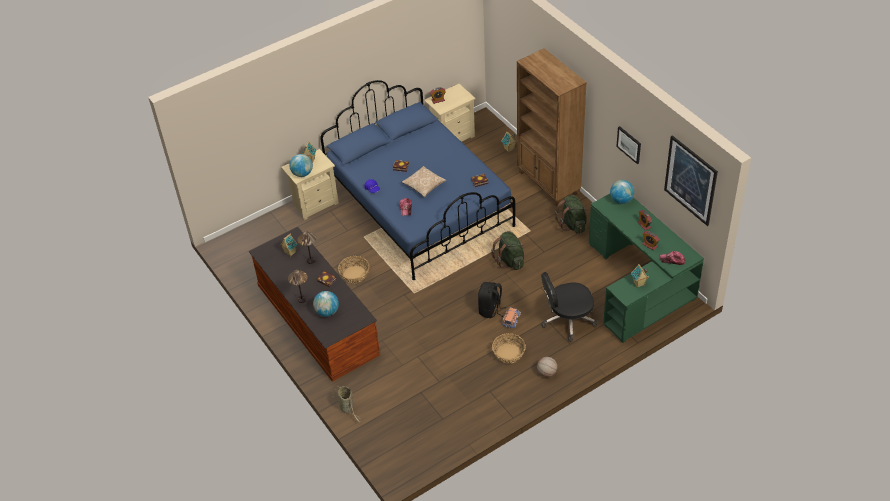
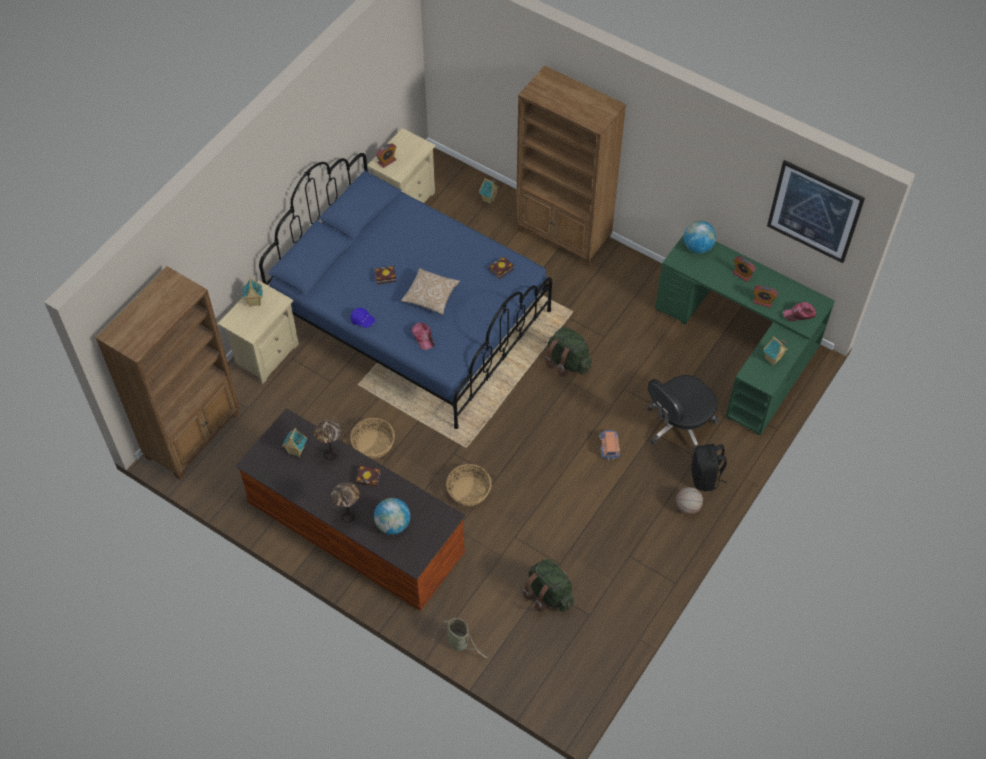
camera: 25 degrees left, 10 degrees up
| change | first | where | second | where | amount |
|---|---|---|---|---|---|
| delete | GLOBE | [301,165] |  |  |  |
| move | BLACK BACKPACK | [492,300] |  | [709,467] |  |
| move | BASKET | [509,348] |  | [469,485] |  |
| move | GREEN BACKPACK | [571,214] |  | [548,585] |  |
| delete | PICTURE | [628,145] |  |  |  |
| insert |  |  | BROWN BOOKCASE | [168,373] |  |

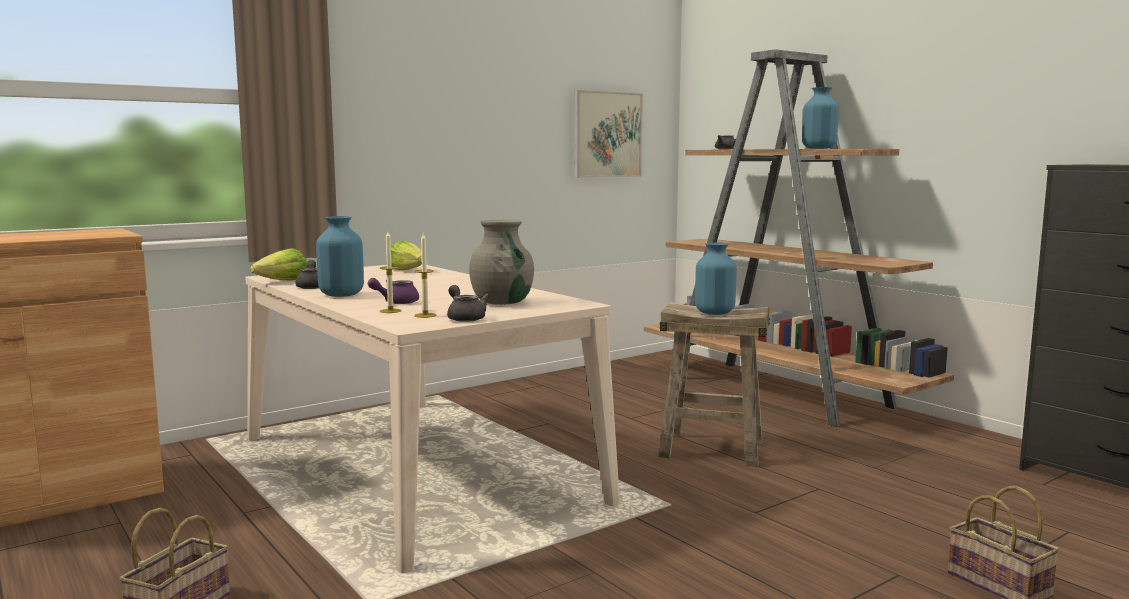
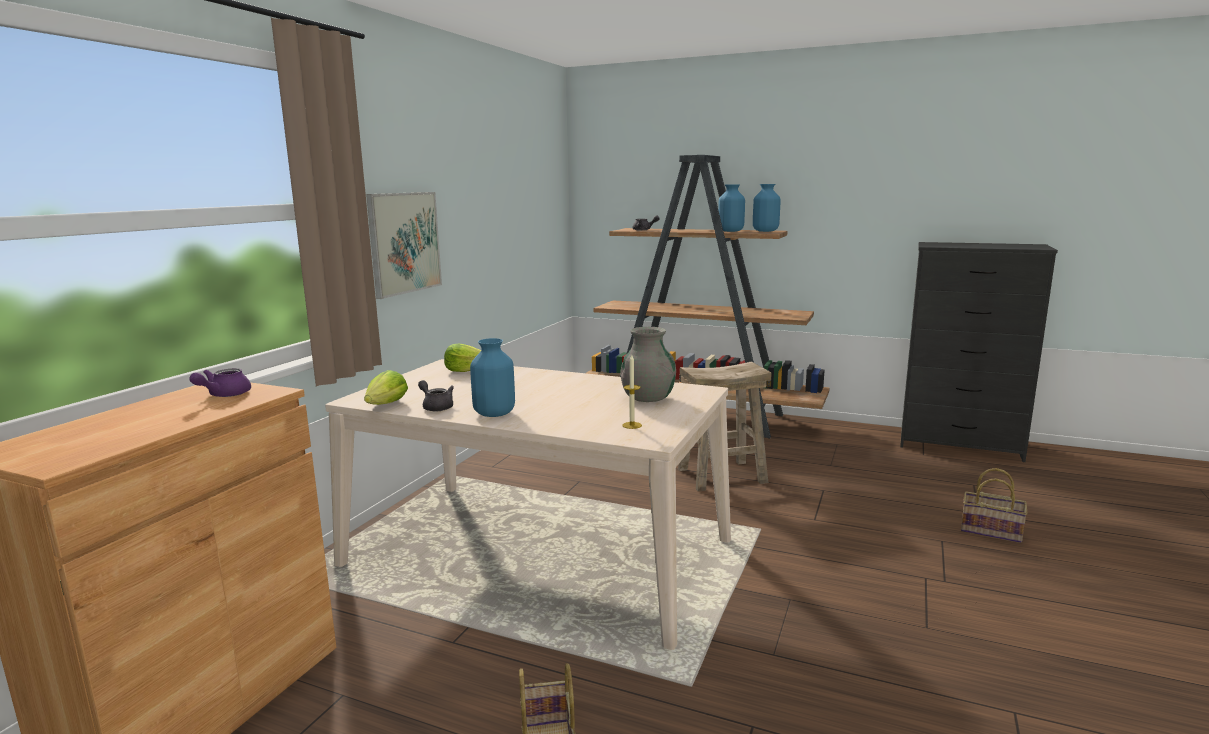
camera: 30 degrees left, 5 degrees up
| change | first | where | second | where | amount |
|---|---|---|---|---|---|
| move | PURPLE TEAPOT | [393,291] |  | [220,382] |  |
| delete | CANDLE | [391,272] |  |  |  |
| delete | GREY TEAPOT | [468,303] |  |  |  |
| move | PICTURE | [608,134] |  | [404,245] |  |
| move | BLUE VASE | [716,278] |  | [767,208] |  |

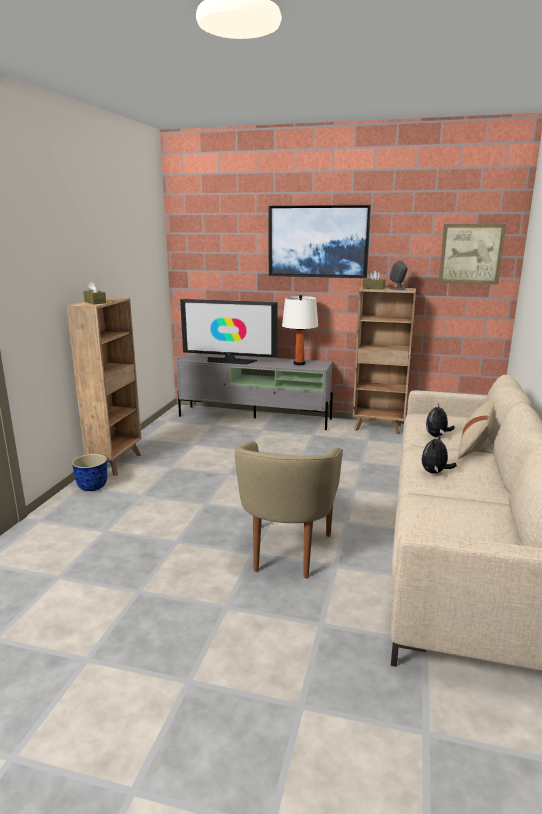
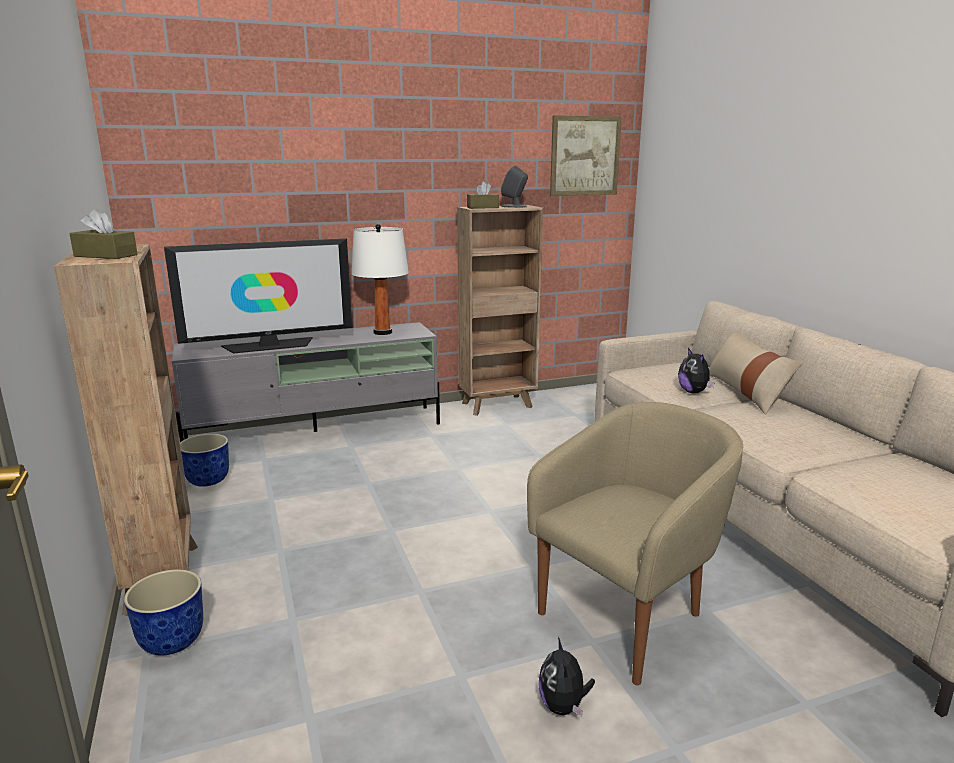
camera: 35 degrees left, 0 degrees up
| change | first | where | second | where | amount |
|---|---|---|---|---|---|
| rotate | BEIGE ARMCHAIR | [289,509] |  | [635,543] | 105 degrees counterclockwise |
| delete | PICTURE | [320,241] |  |  |  |
| move | PLUSH TOY | [439,454] |  | [566,677] |  |
| insert |  |  | PLANTER | [204,460] |  |

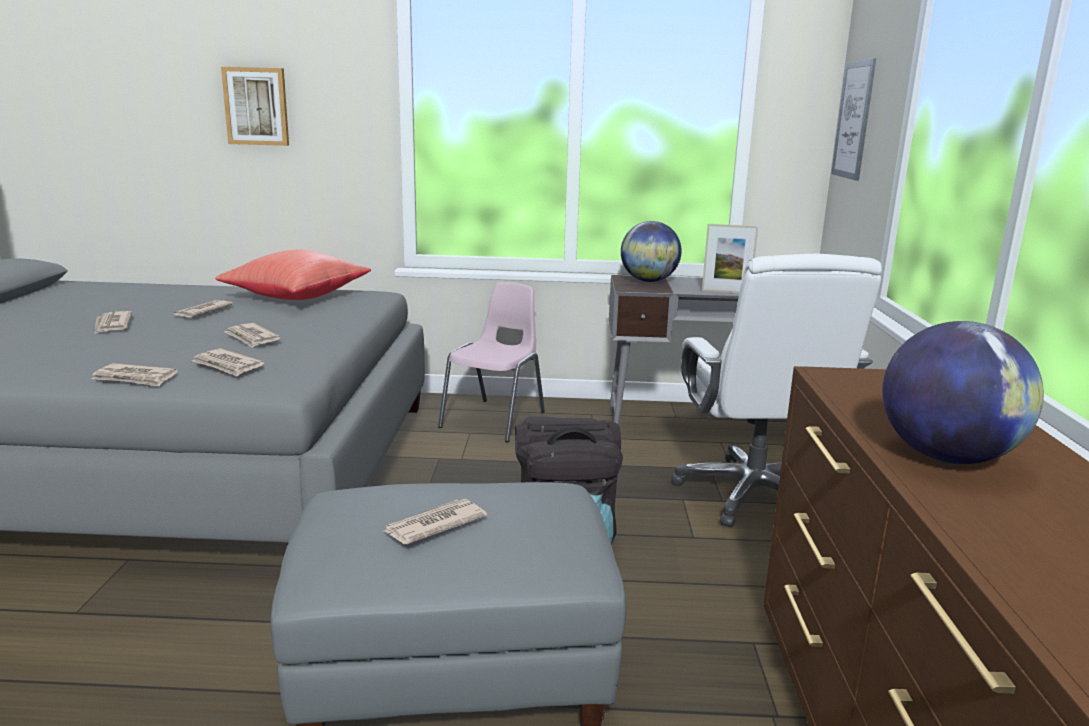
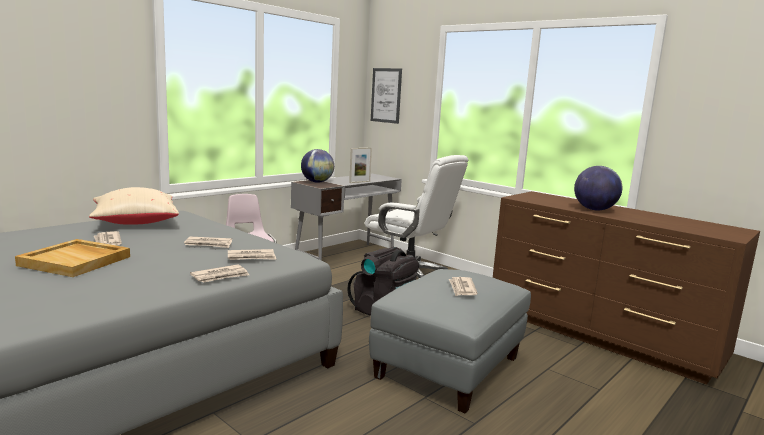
camera: 50 degrees left, 5 degrees down
| change | first | where | second | where | amount |
|---|---|---|---|---|---|
| replace | NEWSPAPER | [113,322] | BEIGE TRAY | [72,258] |  |
| recolor | RED PILLOW | [293,275] | BEIGE PILLOW | [134,206] |  |
| delete | PICTURE | [255,106] |  |  |  |

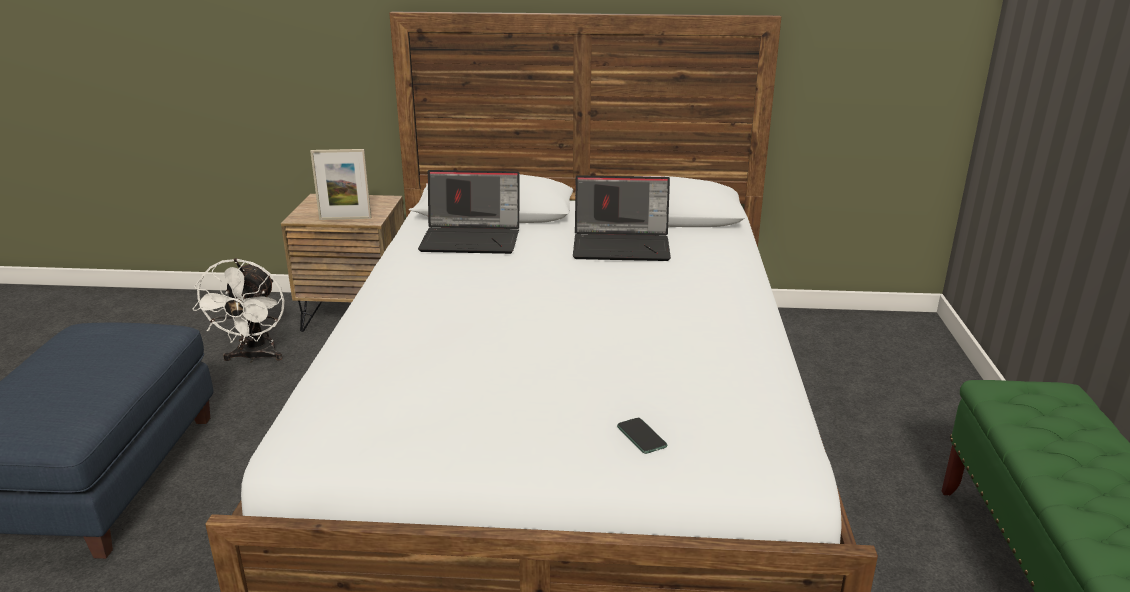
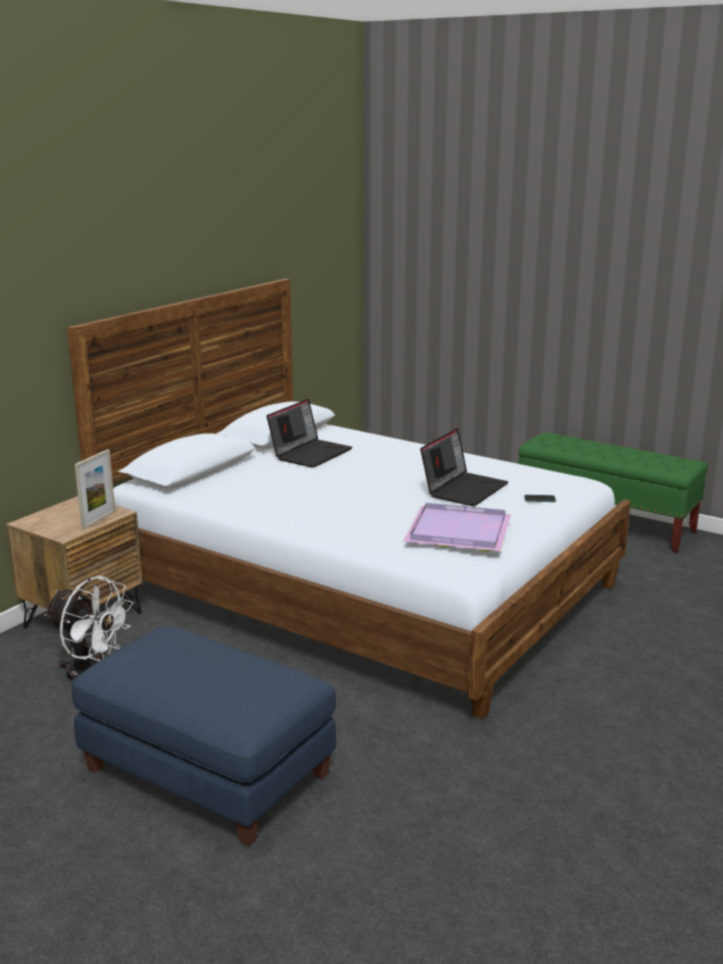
camera: 60 degrees left, 5 degrees down
| change | first | where | second | where | amount |
|---|---|---|---|---|---|
| move | LAPTOP | [469,212] |  | [464,467] |  |
| insert |  |  | PURPLE TRAY | [457,527] |  |

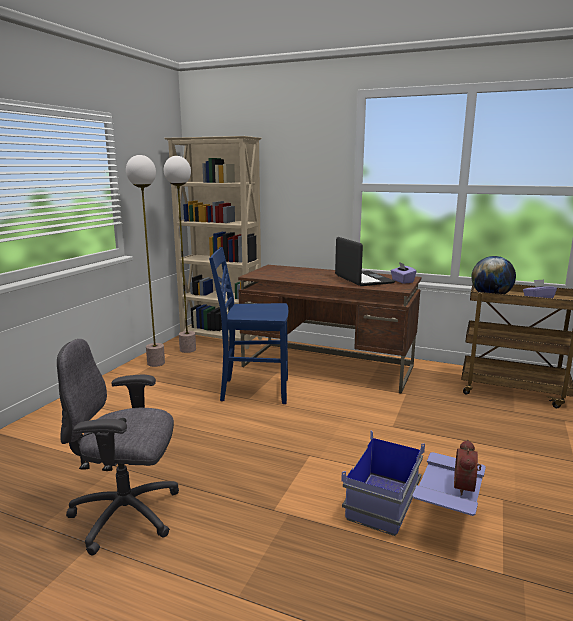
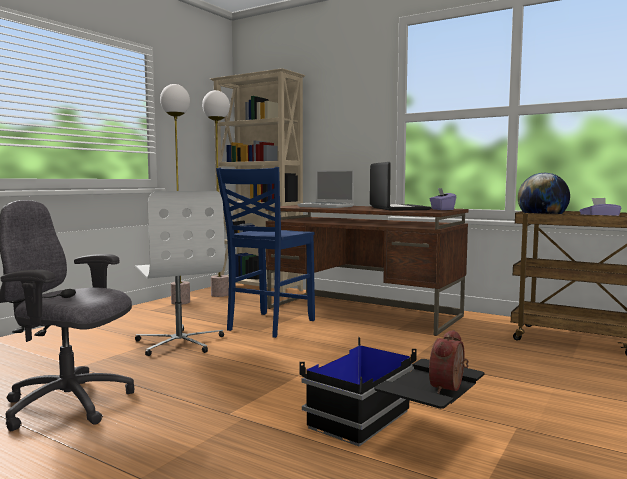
camera: 10 degrees right, 10 degrees down
| change | first | where | second | where | amount |
|---|---|---|---|---|---|
| rotate | BLUE CHAIR | [248,325] |  | [265,252] | 75 degrees counterclockwise |
| recolor | BLUE STORAGE BOX | [413,483] | BLACK STORAGE BOX | [392,391] |  |
| insert |  |  | WHITE OFFICE CHAIR | [180,273] |  |
| insert |  |  | LAPTOP | [326,189] |  |

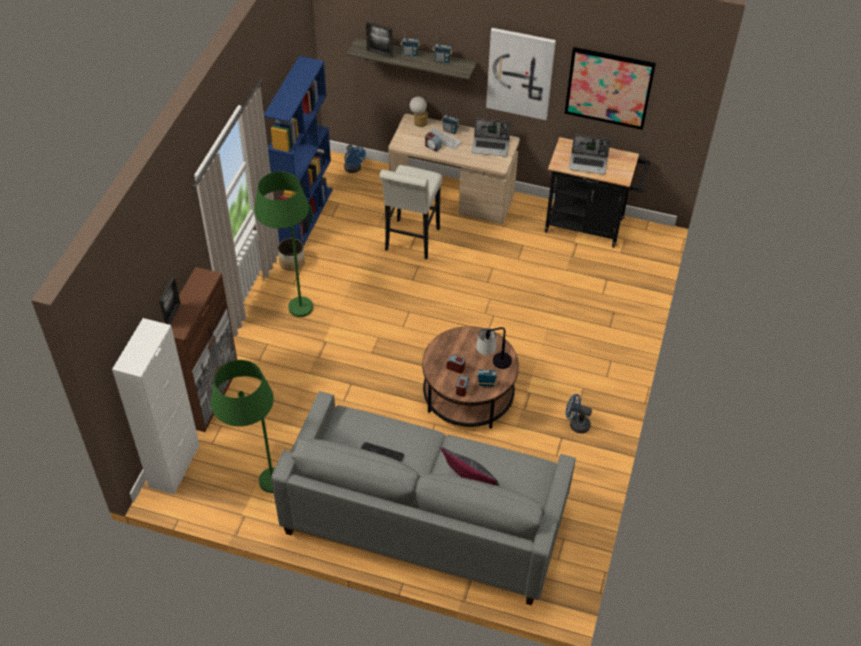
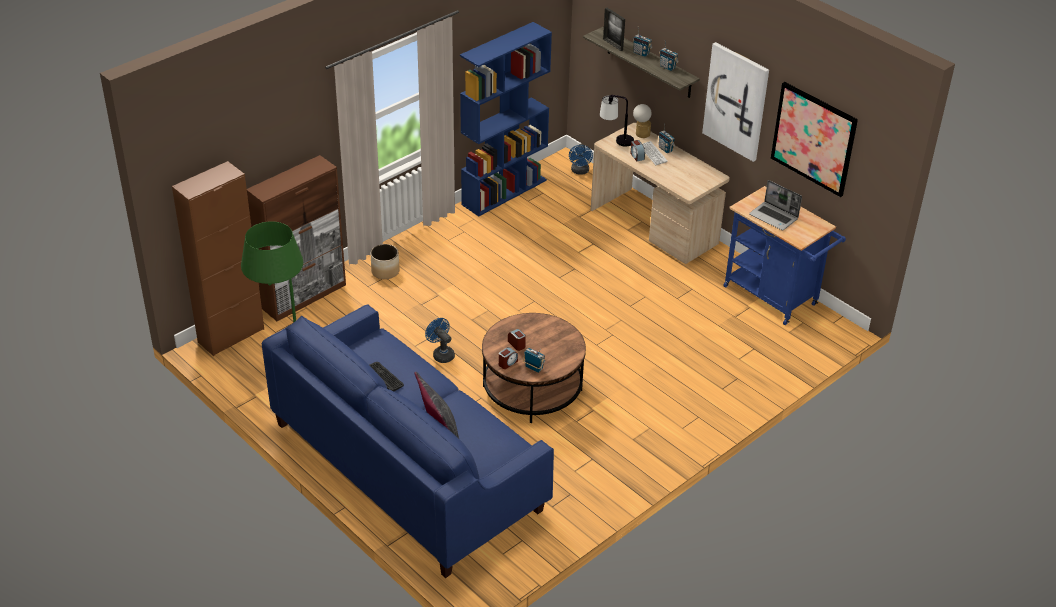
camera: 30 degrees right, 10 degrees down
| change | first | where | second | where | amount |
|---|---|---|---|---|---|
| recolor | WHITE CABINET | [156,406] | BROWN CABINET | [218,258] |  |
| delete | PICTURE FRAME | [170,301] |  |  |  |
| delete | GREEN FLOOR LAMP | [283,244] |  |  |  |
| recolor | GREY SOFA | [423,498] | BLUE SOFA | [408,441] |  |
| move | PLANTER | [291,254] |  | [385,261] |  |
| delete | WHITE STOOL | [410,212] |  |  |  |
| delete | LAPTOP | [491,137] |  |  |  |
| move | TABLE LAMP | [494,348] |  | [617,121] |  |
| recolor | BLACK CART | [598,192] | BLUE CART | [784,255] |  |
| move | BLUE FAN | [579,413] |  | [440,340] |  |

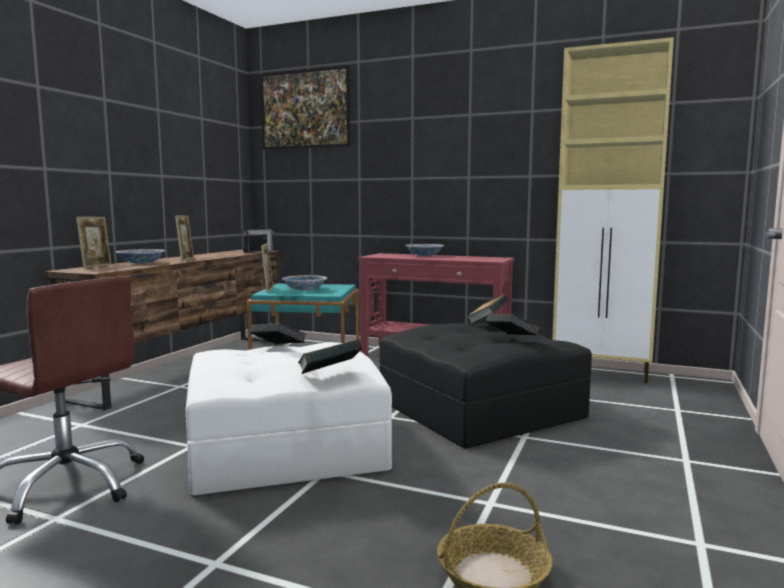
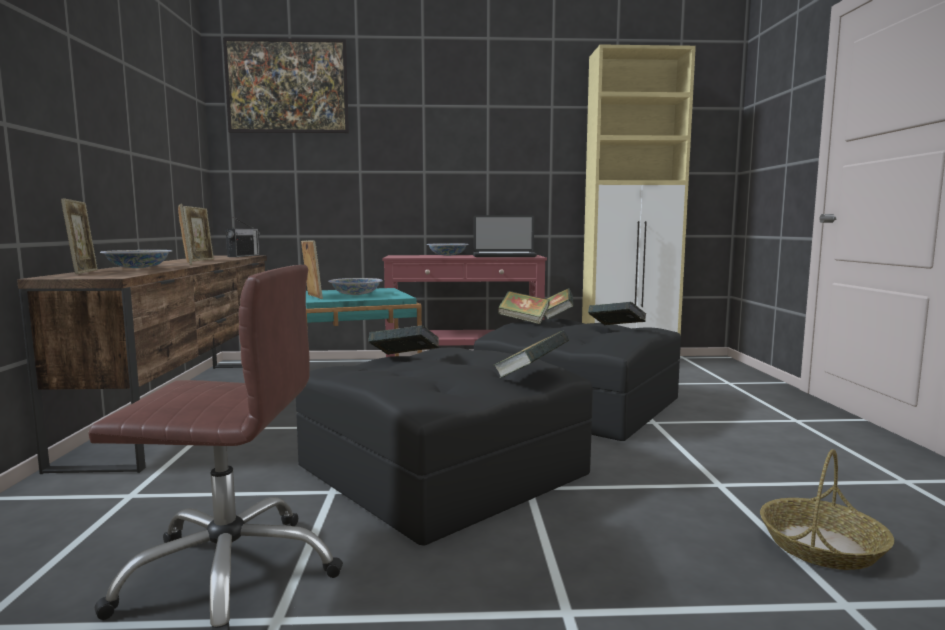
camera: 25 degrees left, 0 degrees up
| change | first | where | second | where | amount |
|---|---|---|---|---|---|
| recolor | WHITE OTTOMAN | [289,418] | BLACK OTTOMAN | [444,446] |  |
| insert |  |  | PICTURE FRAME | [198,233] |  |
| insert |  |  | LAPTOP | [505,236] |  |
| insert |  |  | BOOK | [524,307] |  |

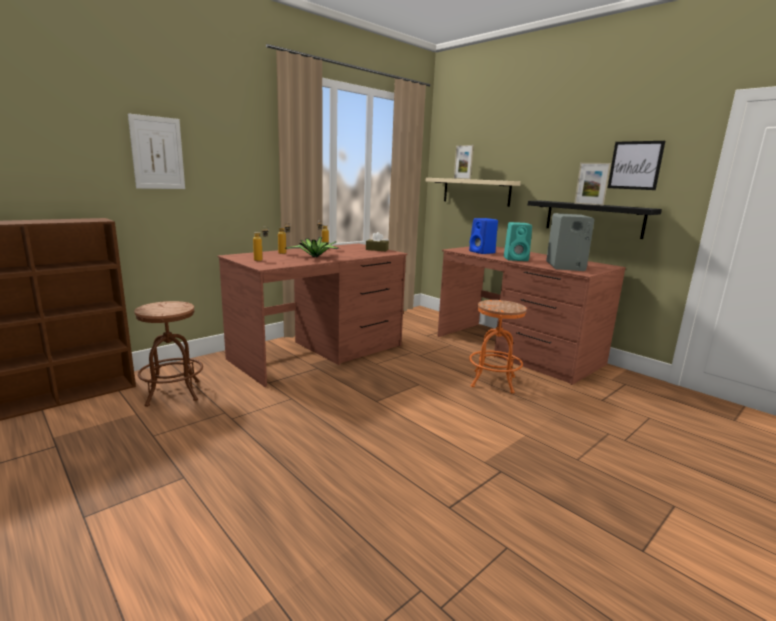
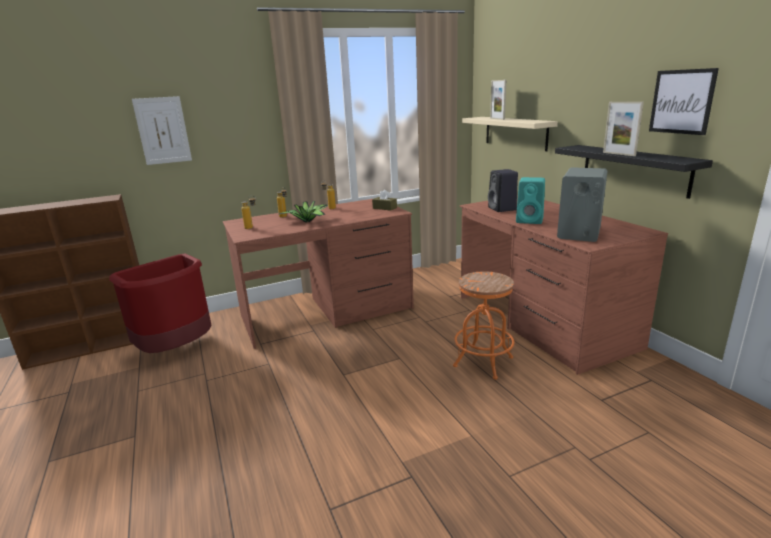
camera: 20 degrees right, 5 degrees up
| change | first | where | second | where | amount |
|---|---|---|---|---|---|
| replace | BROWN STOOL | [168,354] | RED TRASH CAN | [160,303] |  |
| recolor | BLUE SPEAKER | [483,236] | BLACK SPEAKER | [503,190] |  |

